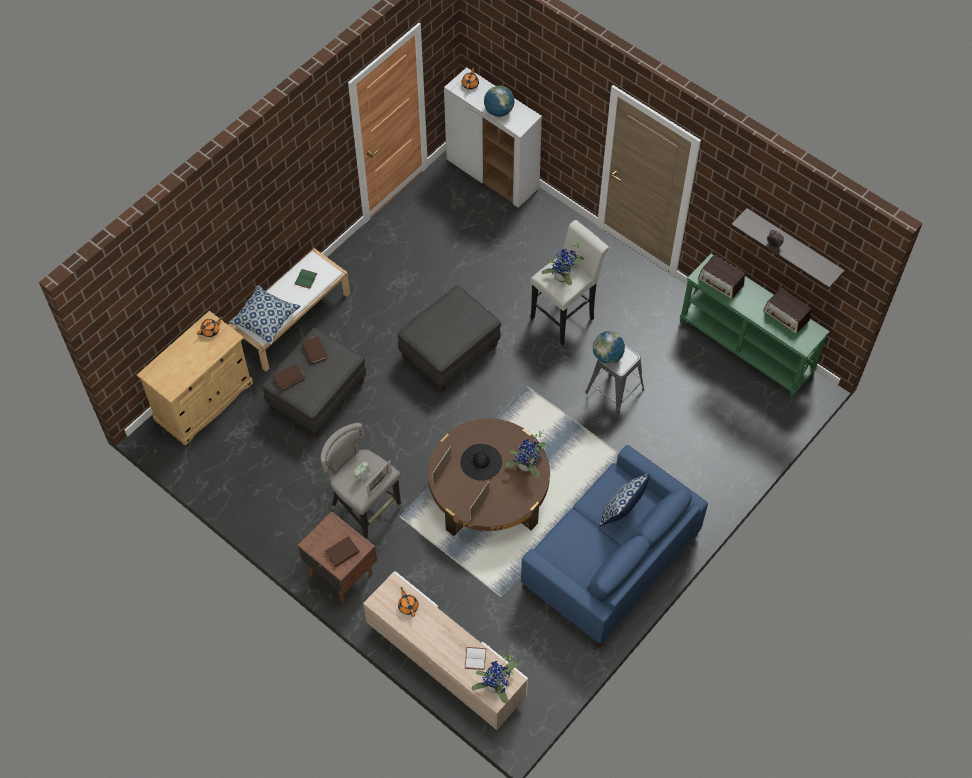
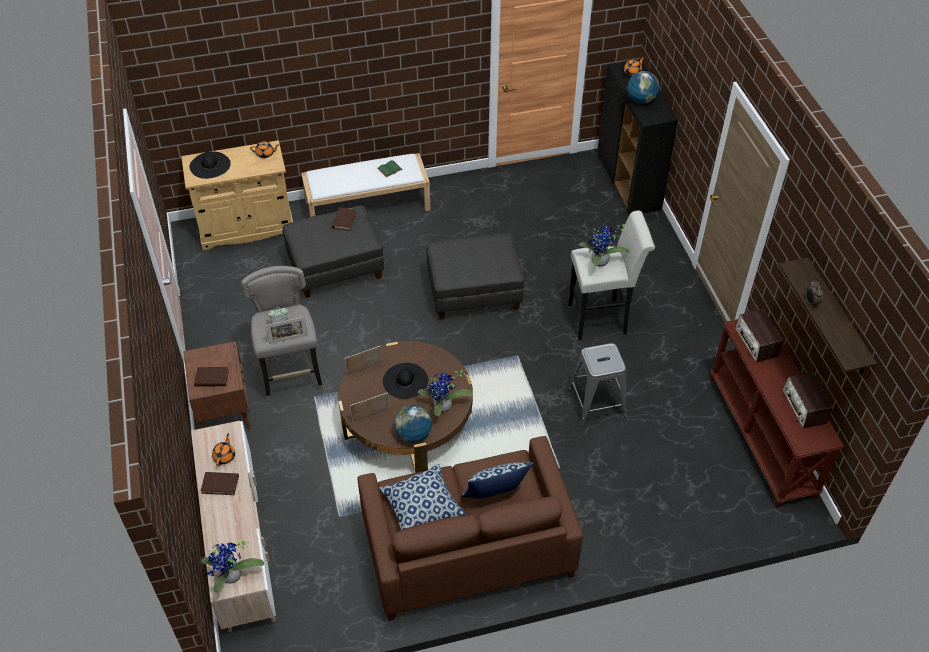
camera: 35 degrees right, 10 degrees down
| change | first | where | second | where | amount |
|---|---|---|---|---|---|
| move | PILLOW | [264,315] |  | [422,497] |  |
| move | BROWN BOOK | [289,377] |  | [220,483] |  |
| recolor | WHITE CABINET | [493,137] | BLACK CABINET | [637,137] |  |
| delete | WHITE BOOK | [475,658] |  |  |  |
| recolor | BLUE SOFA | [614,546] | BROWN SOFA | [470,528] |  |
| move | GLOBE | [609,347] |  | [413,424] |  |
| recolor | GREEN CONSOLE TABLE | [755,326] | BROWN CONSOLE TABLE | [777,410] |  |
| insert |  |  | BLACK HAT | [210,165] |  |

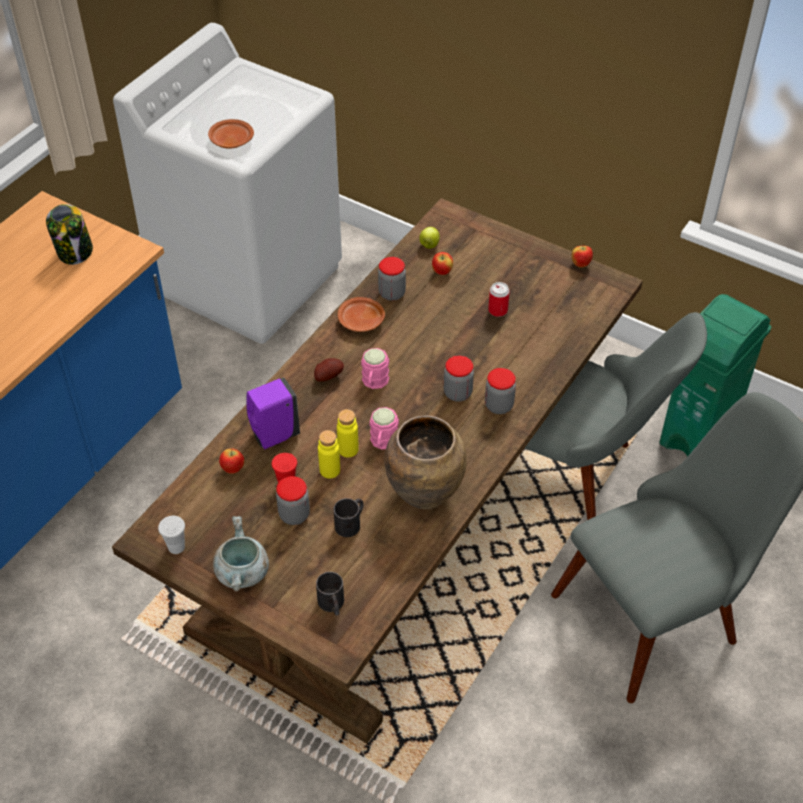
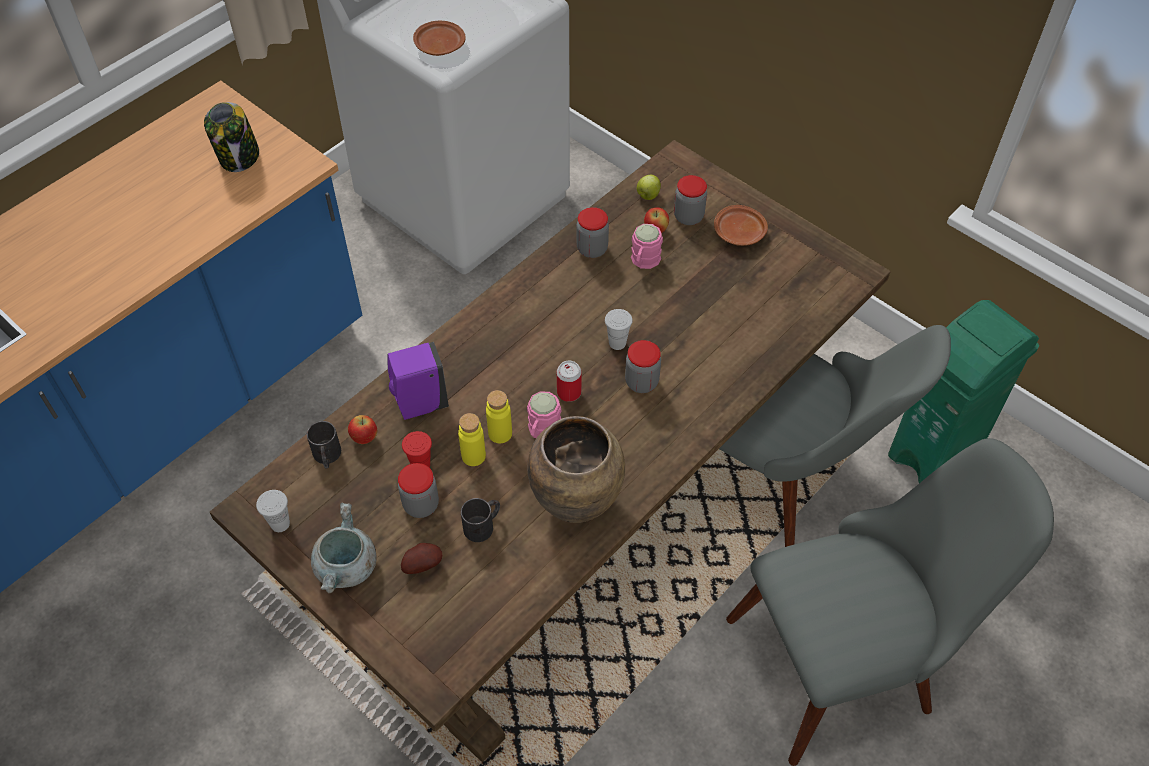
camera: 10 degrees right, 5 degrees up
| change | first | where | second | where | amount |
|---|---|---|---|---|---|
| move | POTATO | [329,370] |  | [421,558] |  |
| move | BLACK MUG | [330,594] |  | [324,445] |  |
| move | BROWN PLATE | [361,314] |  | [741,225] |  |
| move | PINK MUG | [375,368] |  | [647,246] |  |
| move | JAR | [500,391] |  | [690,200] |  |
| move | CAN | [499,299] |  | [569,381] |  |
| delete | APPLE | [582,257] |  |  |  |
| insert |  |  | WHITE CUP | [619,329] |  |

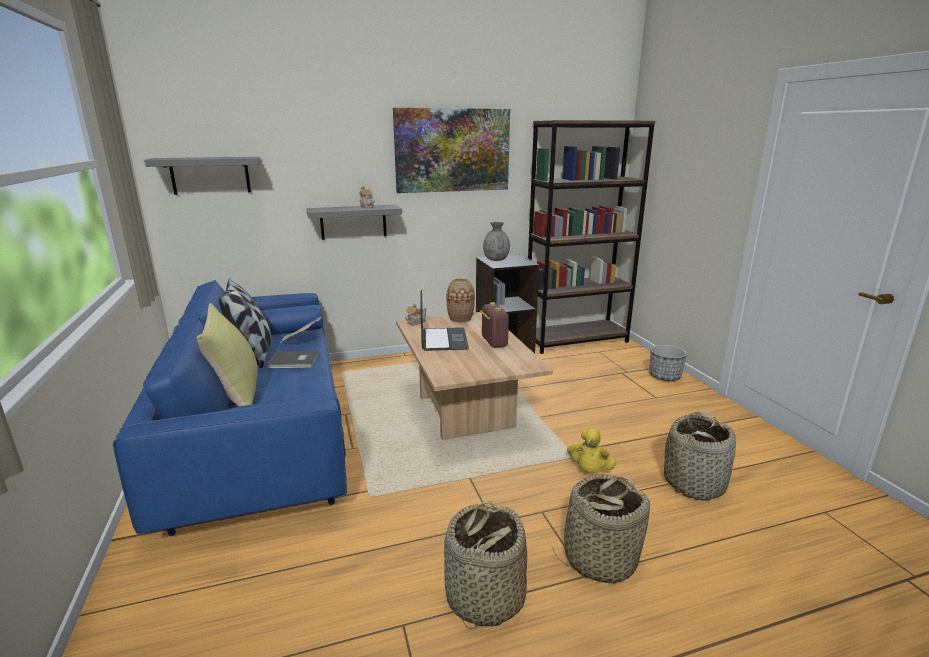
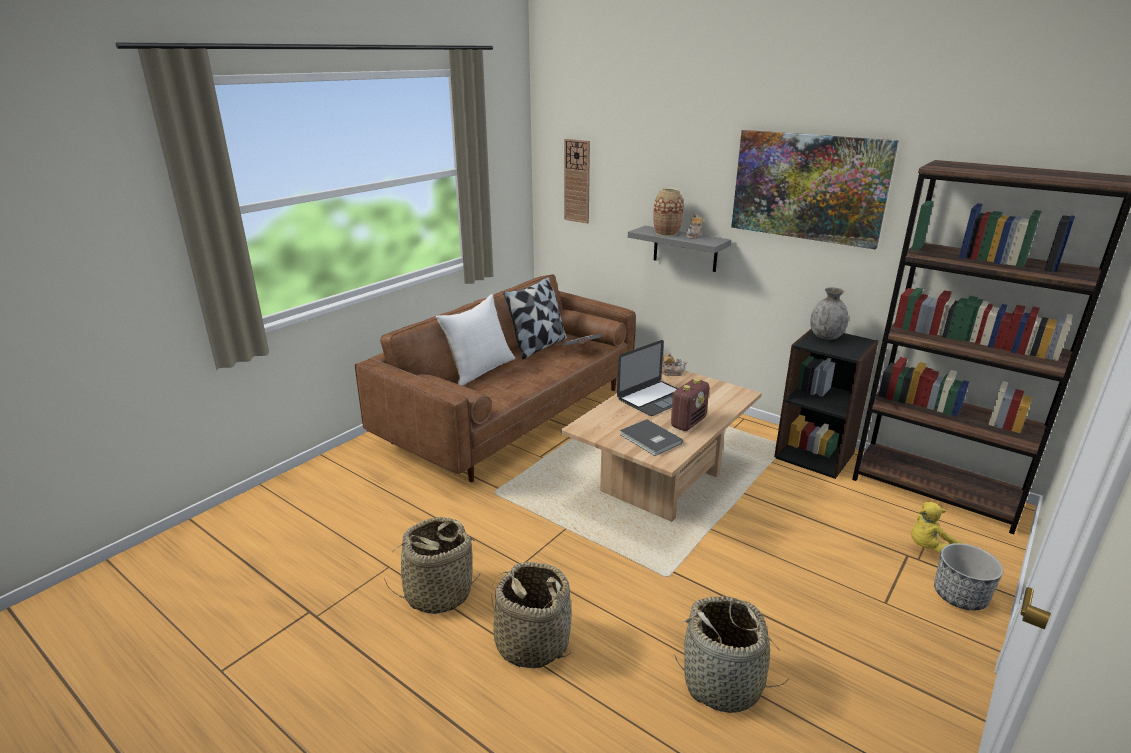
camera: 55 degrees right, 5 degrees up
| change | first | where | second | where | amount |
|---|---|---|---|---|---|
| recolor | BLUE SOFA | [230,408] | BROWN SOFA | [495,378] |  |
| replace | GREY SHELF | [202,176] | WALL CLOCK | [577,181] |  |
| recolor | YELLOW PILLOW | [227,354] | WHITE PILLOW | [475,340] |  |
| move | GREY BOOK | [293,360] |  | [651,437] |  |
| move | VASE | [461,300] |  | [668,212] |  |
| move | YELLOW PLUSH TOY | [591,450] |  | [936,528] |  |

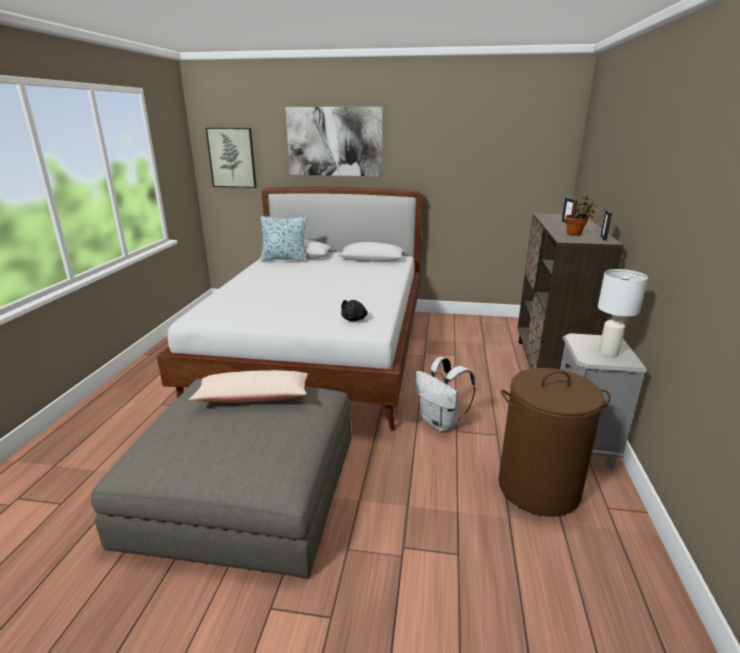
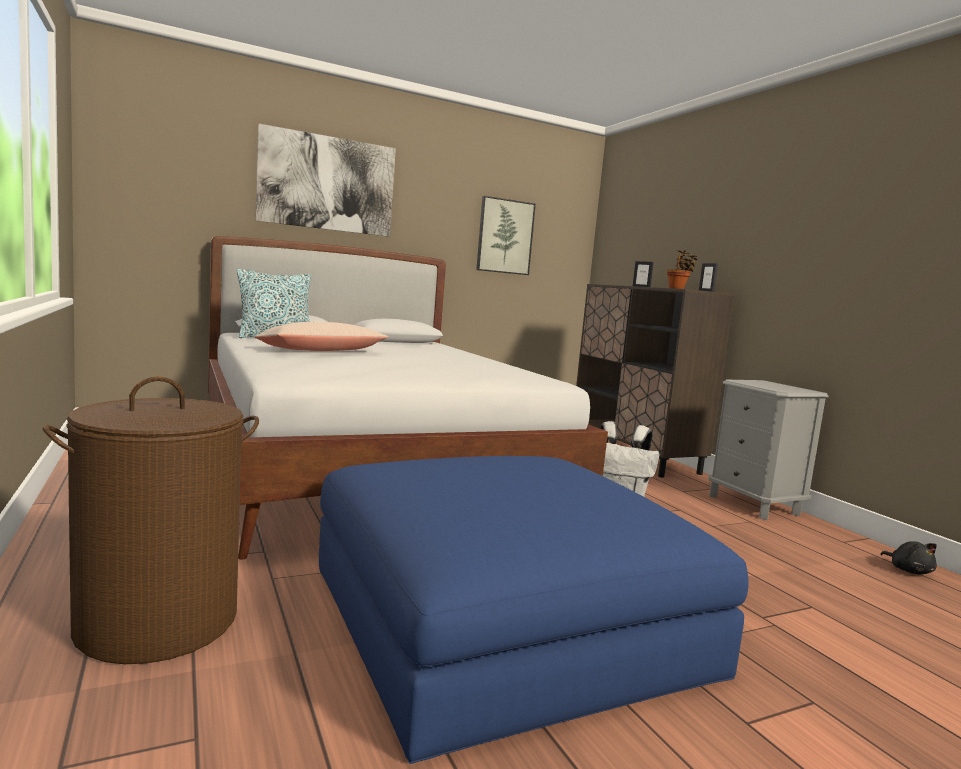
camera: 35 degrees left, 15 degrees down
| change | first | where | second | where | amount |
|---|---|---|---|---|---|
| recolor | GREY OTTOMAN | [221,479] | BLUE OTTOMAN | [534,610] |  |
| move | BEIGE PILLOW | [248,386] |  | [321,336] |  |
| move | PICTURE | [231,158] |  | [506,235] |  |
| move | BLACK PLUSH TOY | [354,310] |  | [908,557] |  |
| move | BROWN LAUNDRY BASKET | [554,442] |  | [151,520] |  |
| delete | WHITE TABLE LAMP | [623,313] |  |  |  |

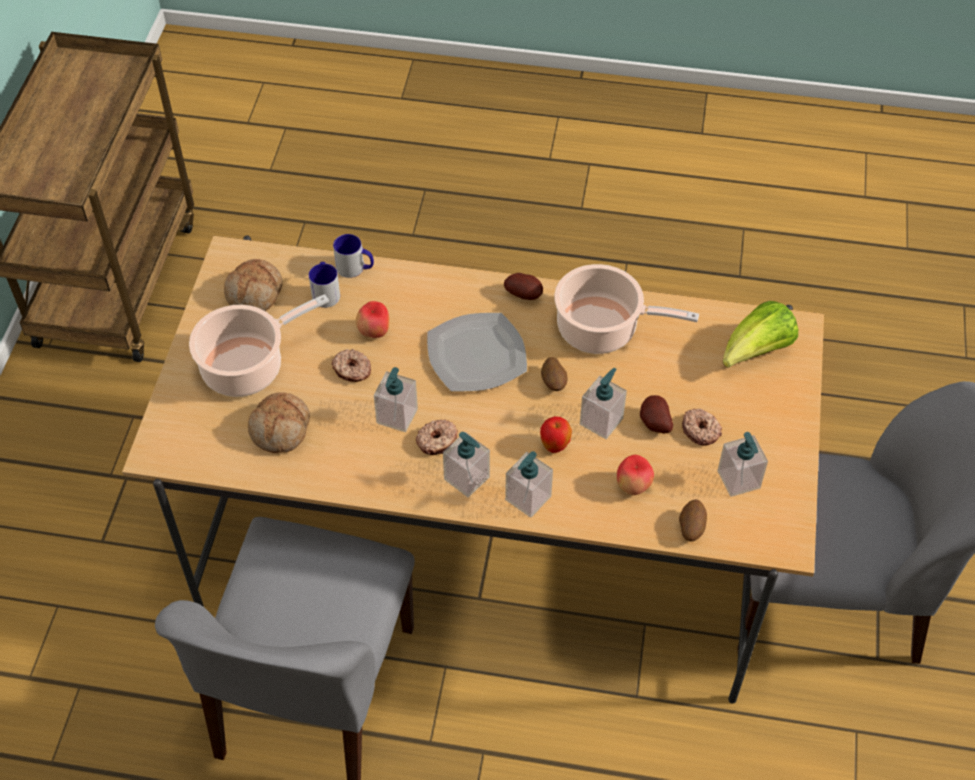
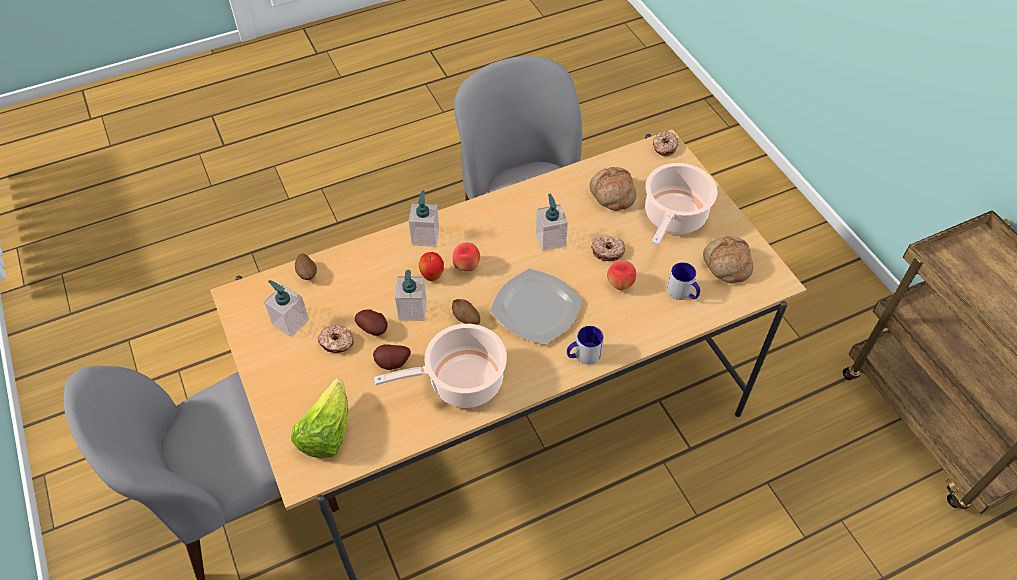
camera: 145 degrees right, 0 degrees up
| change | first | where | second | where | amount |
|---|---|---|---|---|---|
| move | MUG | [353,256] |  | [585,345] |  |
| move | DONUT | [437,437] |  | [666,143] |  |
| delete | SOAP DISPENSER | [466,464] |  |  |  |
| move | POTATO | [523,286] |  | [392,357] |  |
| move | APPLE | [635,475] |  | [466,257] |  |

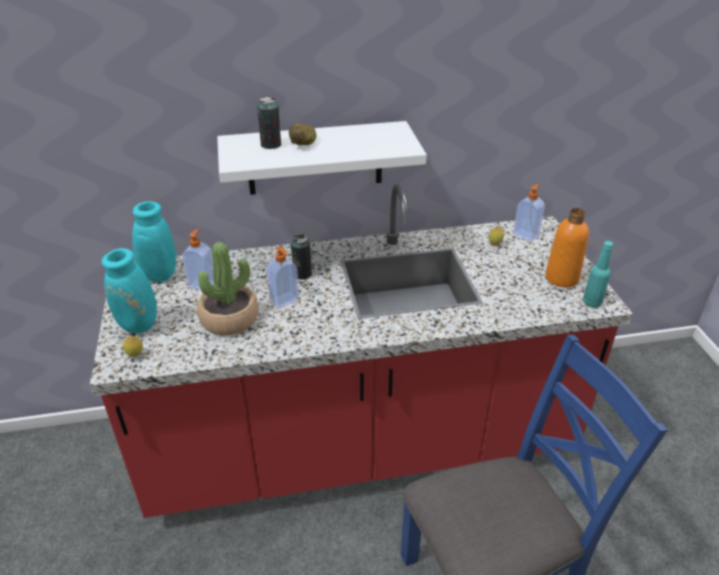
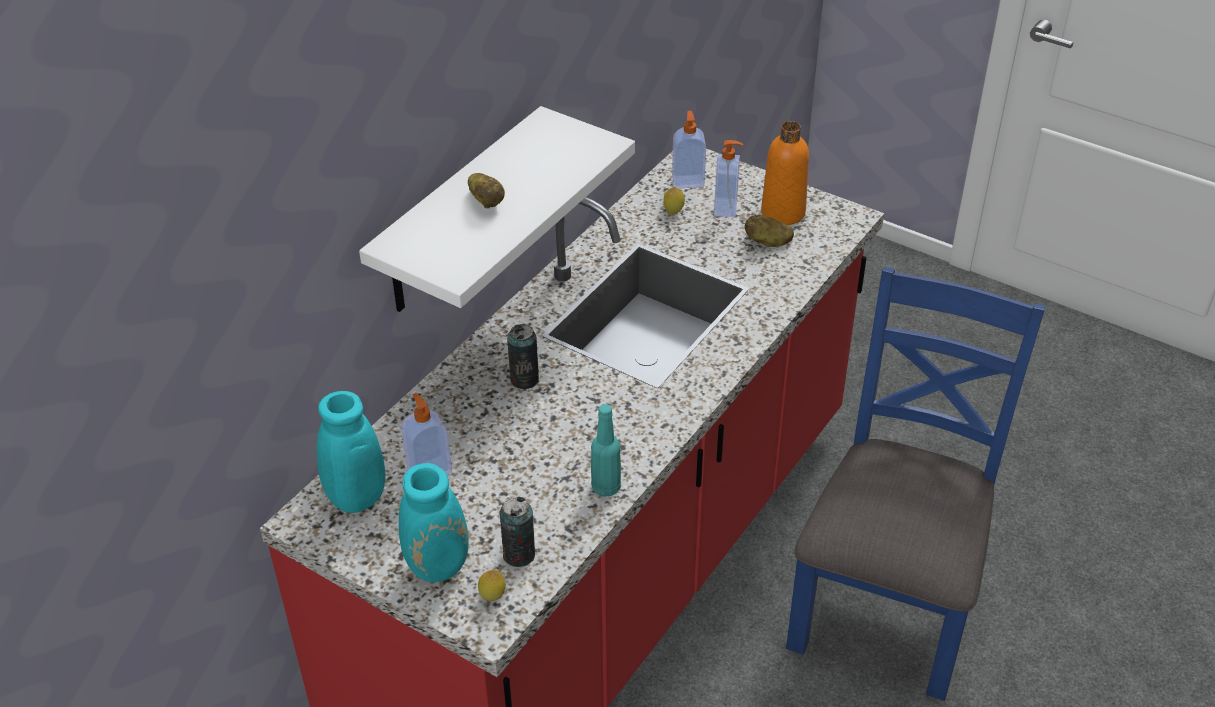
camera: 45 degrees left, 5 degrees up
| change | first | where | second | where | amount |
|---|---|---|---|---|---|
| delete | POTTED PLANT | [227,288] |  |  |  |
| move | CAN | [269,123] |  | [517,532] |  |
| move | SOAP DISPENSER | [282,277] |  | [728,178] |  |
| move | TURQUOISE BOTTLE | [598,274] |  | [606,450] |  |
| insert |  |  | POTATO | [769,231] |  |

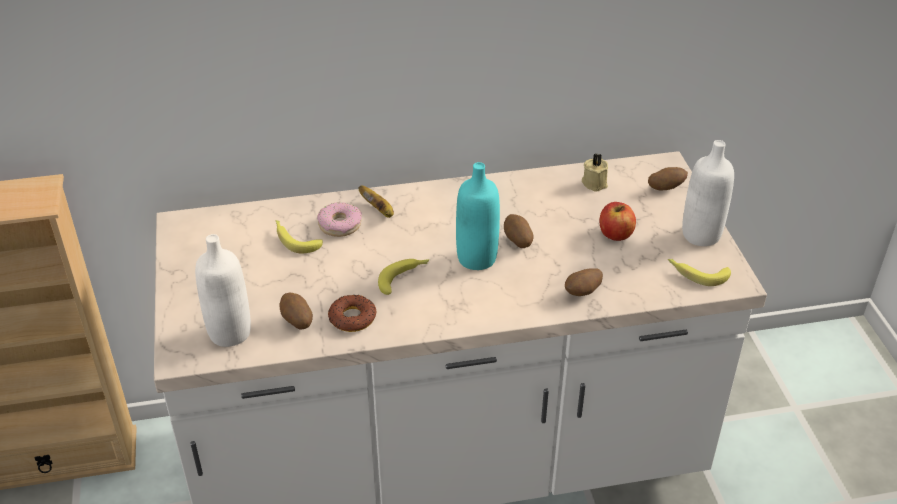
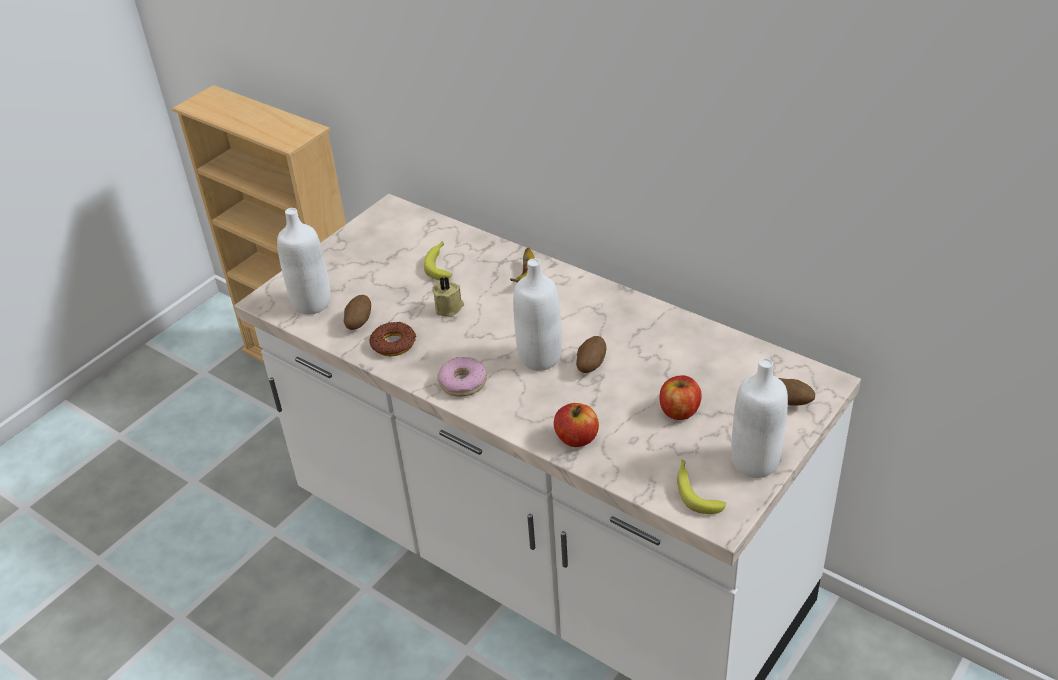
camera: 50 degrees right, 0 degrees up
| change | first | where | second | where | amount |
|---|---|---|---|---|---|
| move | DONUT | [339,219] |  | [462,377] |  |
| delete | BANANA | [403,277] |  |  |  |
| recolor | TURQUOISE BOTTLE | [478,216] | WHITE BOTTLE | [537,314] |  |
| replace | POTATO | [584,282] | APPLE | [576,425] |  |
| move | BEIGE CANDLE | [595,172] |  | [448,297] |  |

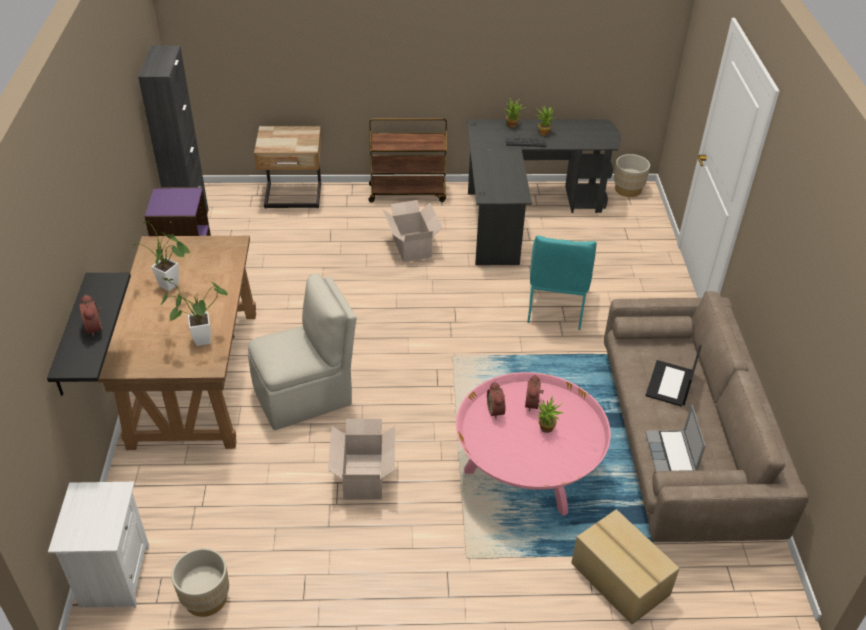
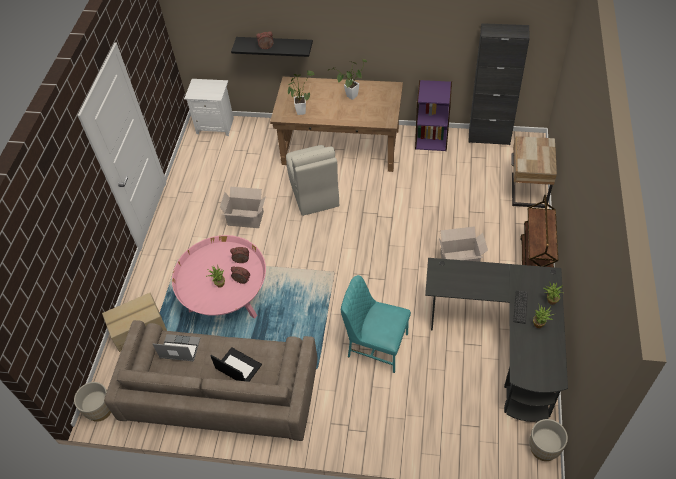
camera: 105 degrees right, 10 degrees up
| change | first | where | second | where | amount |
|---|---|---|---|---|---|
| move | BEIGE PLANTER | [200,582] |  | [92,402] |  |

